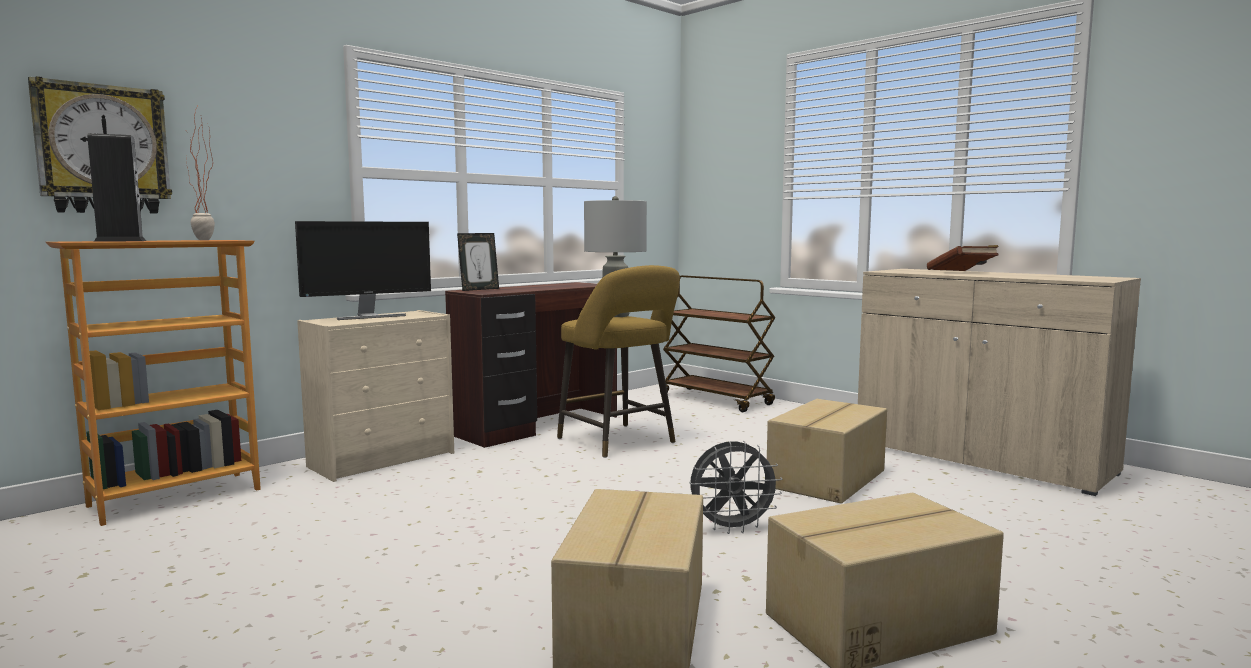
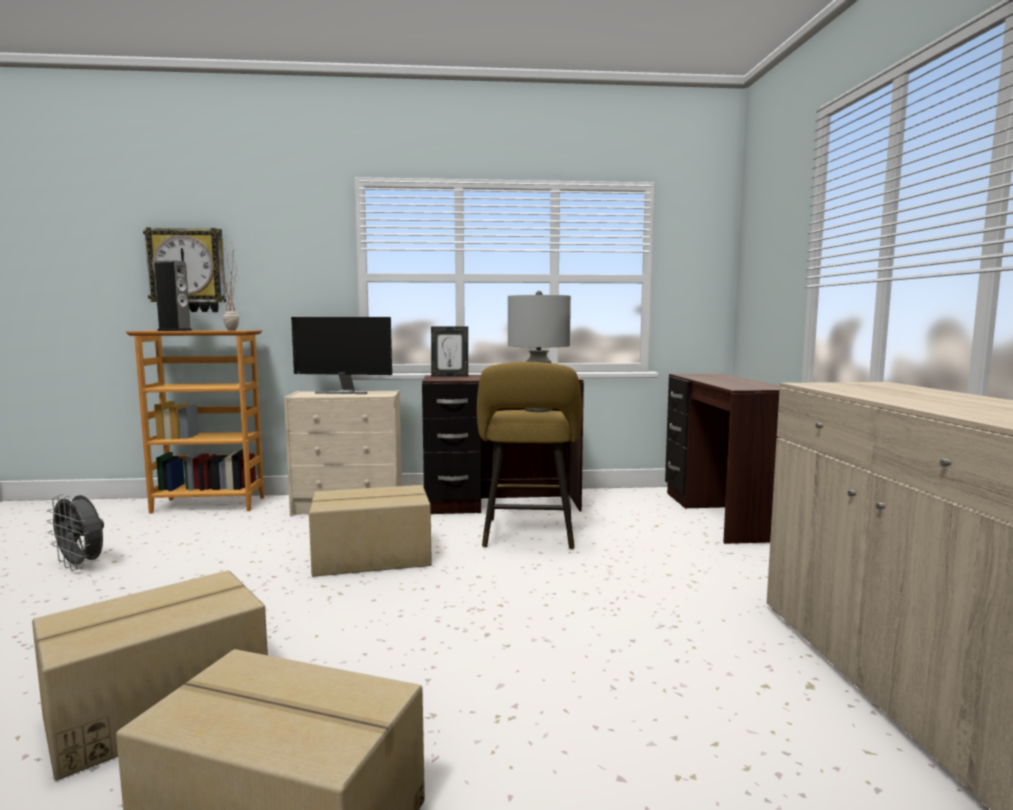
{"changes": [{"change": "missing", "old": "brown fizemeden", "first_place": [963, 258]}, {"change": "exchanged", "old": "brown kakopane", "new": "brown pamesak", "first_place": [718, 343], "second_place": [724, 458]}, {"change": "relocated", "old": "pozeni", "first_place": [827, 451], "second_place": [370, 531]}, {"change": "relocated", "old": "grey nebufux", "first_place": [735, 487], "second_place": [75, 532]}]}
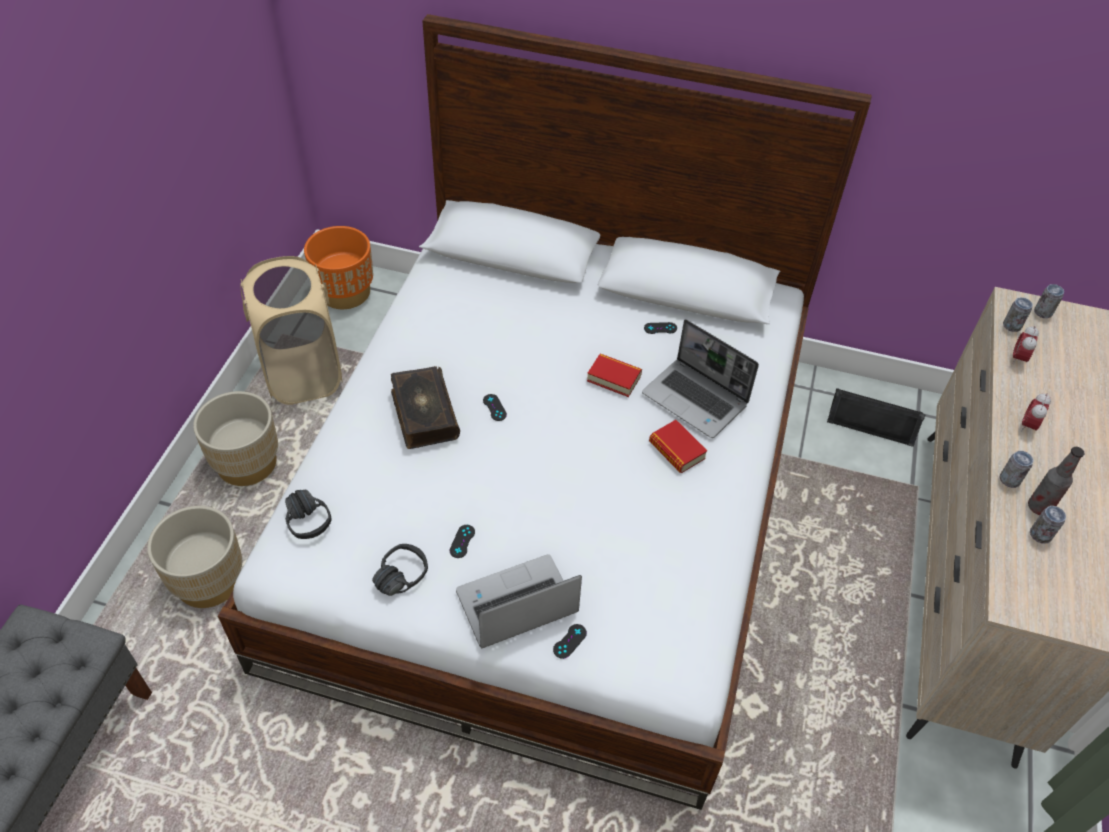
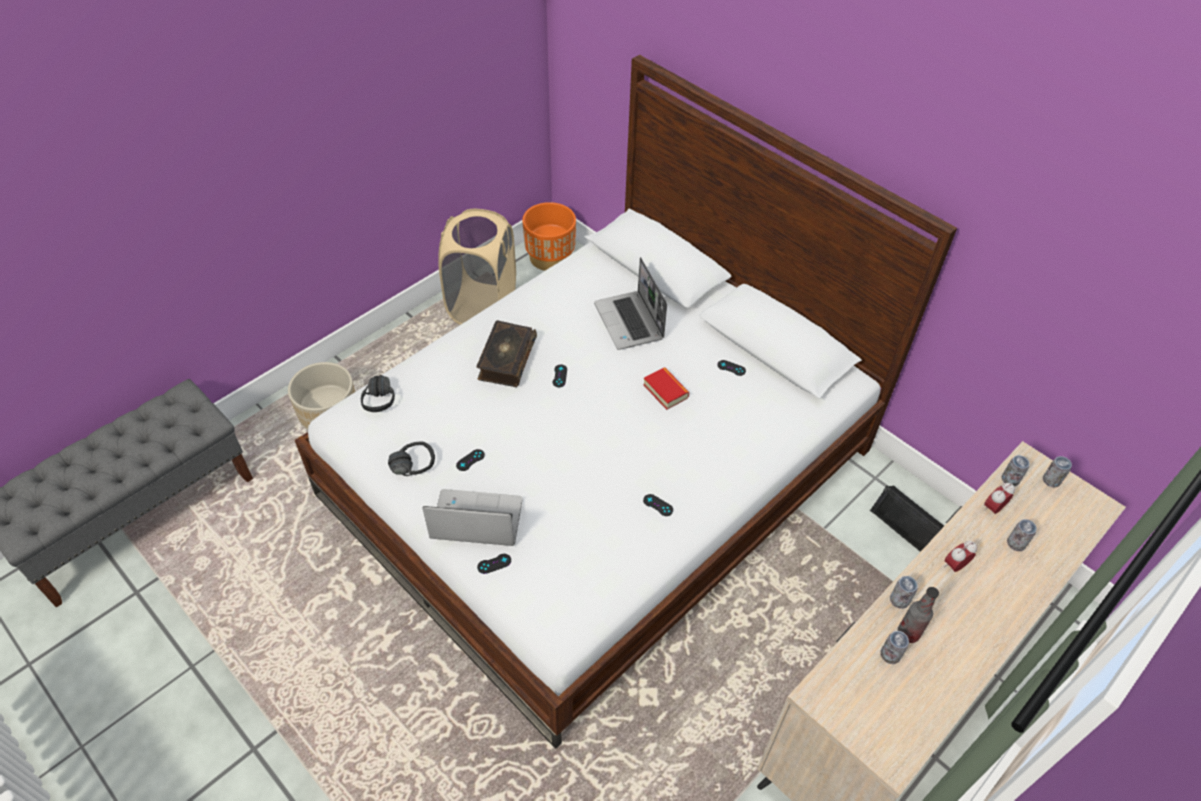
{"changes": [{"change": "relocated", "old": "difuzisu", "first_place": [700, 378], "second_place": [630, 303]}, {"change": "missing", "old": "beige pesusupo", "first_place": [235, 438]}, {"change": "missing", "old": "fizemeden", "first_place": [678, 446]}, {"change": "appeared", "new": "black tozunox", "second_place": [658, 505]}, {"change": "appeared", "new": "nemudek", "second_place": [1022, 535]}]}
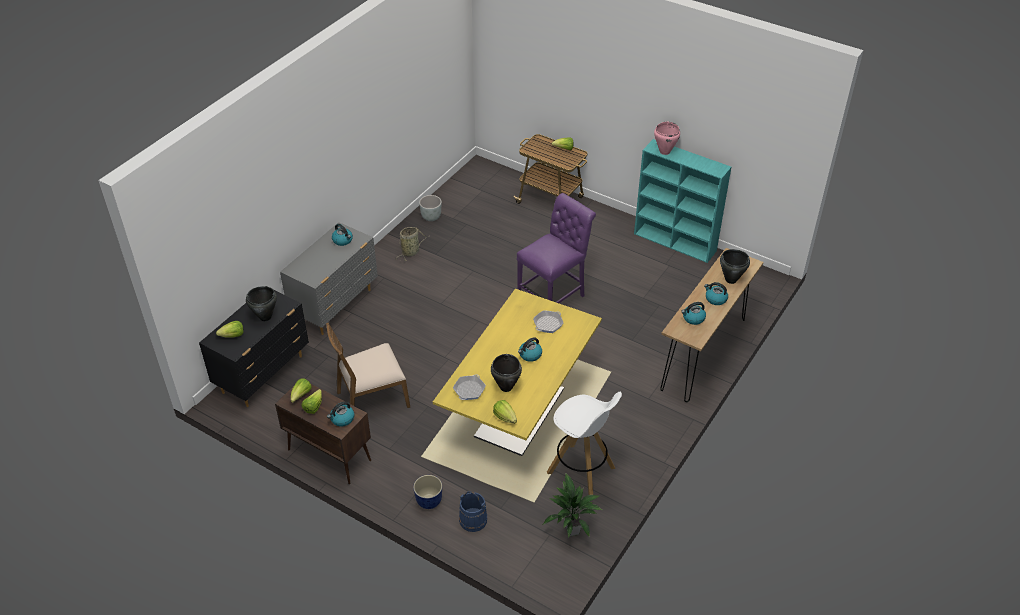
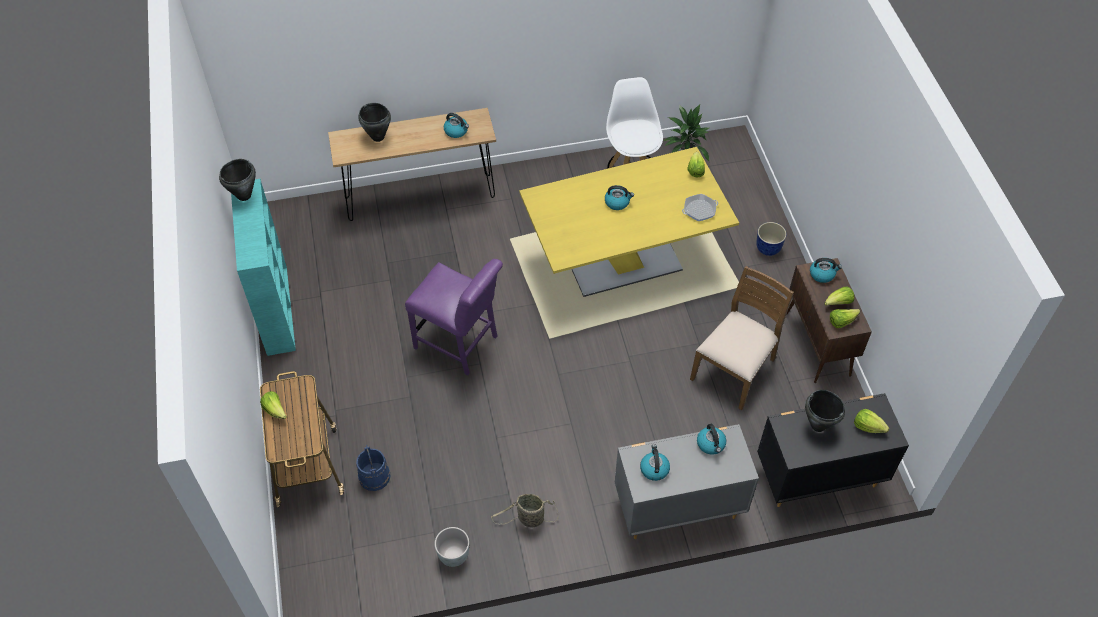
{"changes": [{"change": "missing", "old": "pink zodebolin", "first_place": [667, 138]}, {"change": "spun", "old": "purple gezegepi", "first_place": [556, 248], "second_place": [454, 317], "degrees": -150}, {"change": "relocated", "old": "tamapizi", "first_place": [716, 293], "second_place": [711, 439]}, {"change": "missing", "old": "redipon", "first_place": [548, 321]}, {"change": "spun", "old": "brown gezegepi", "first_place": [368, 365], "second_place": [742, 338], "degrees": -75}, {"change": "relocated", "old": "black zodebolin", "first_place": [506, 373], "second_place": [237, 180]}, {"change": "relocated", "old": "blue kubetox", "first_place": [473, 511], "second_place": [373, 468]}]}
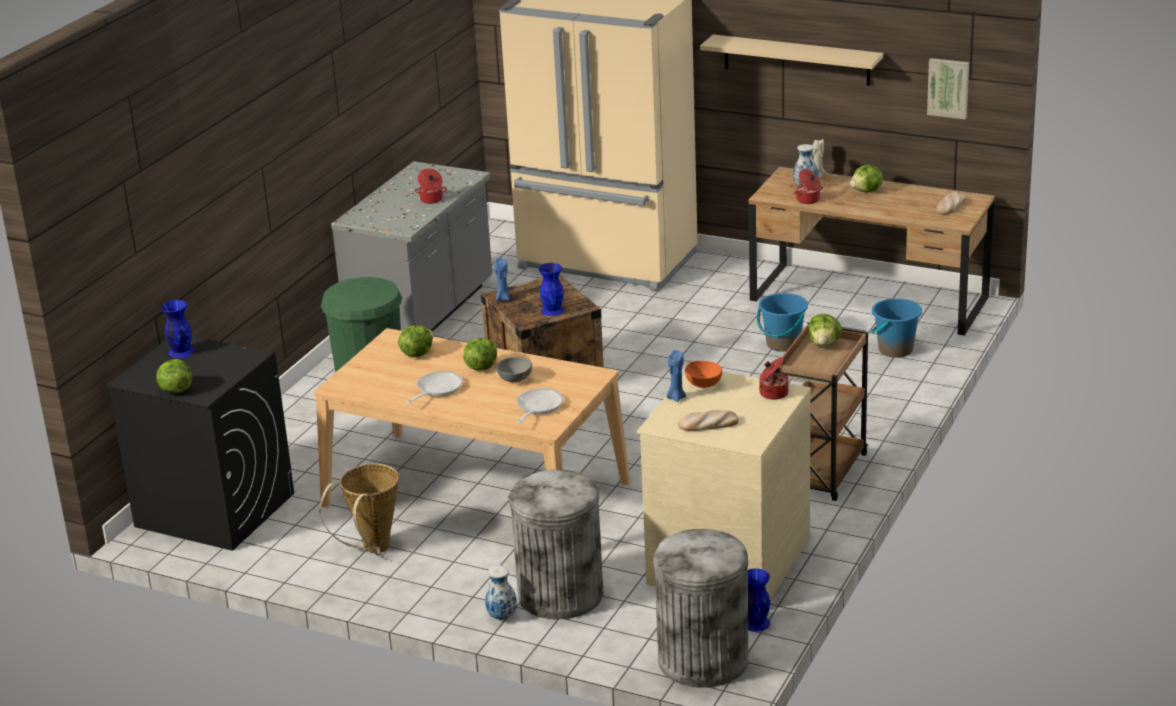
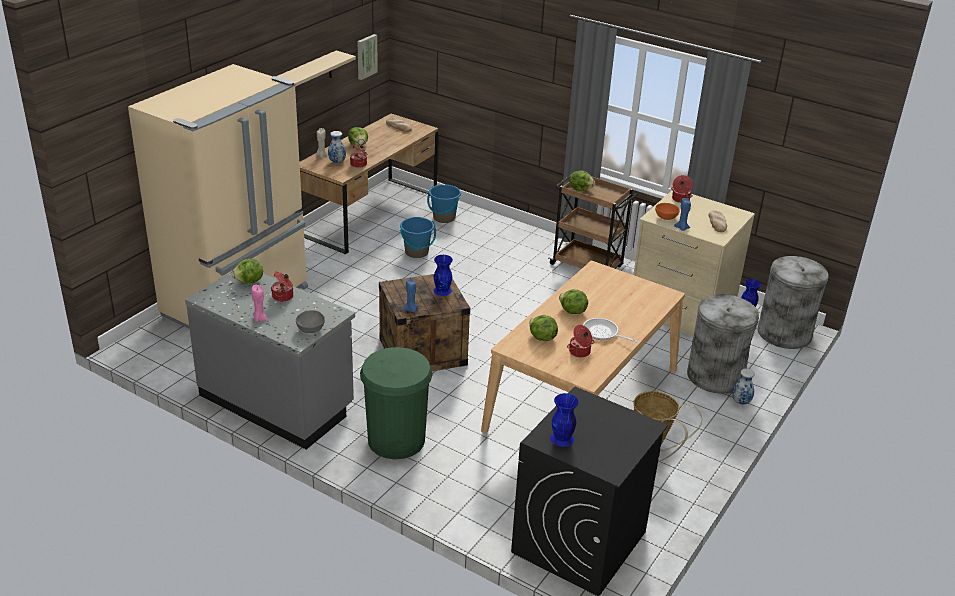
{"changes": [{"change": "relocated", "old": "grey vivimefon", "first_place": [514, 369], "second_place": [310, 321]}, {"change": "relocated", "old": "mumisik", "first_place": [174, 376], "second_place": [247, 271]}, {"change": "missing", "old": "redipon", "first_place": [540, 406]}, {"change": "appeared", "new": "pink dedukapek", "second_place": [260, 303]}, {"change": "appeared", "new": "zodebolin", "second_place": [580, 341]}]}
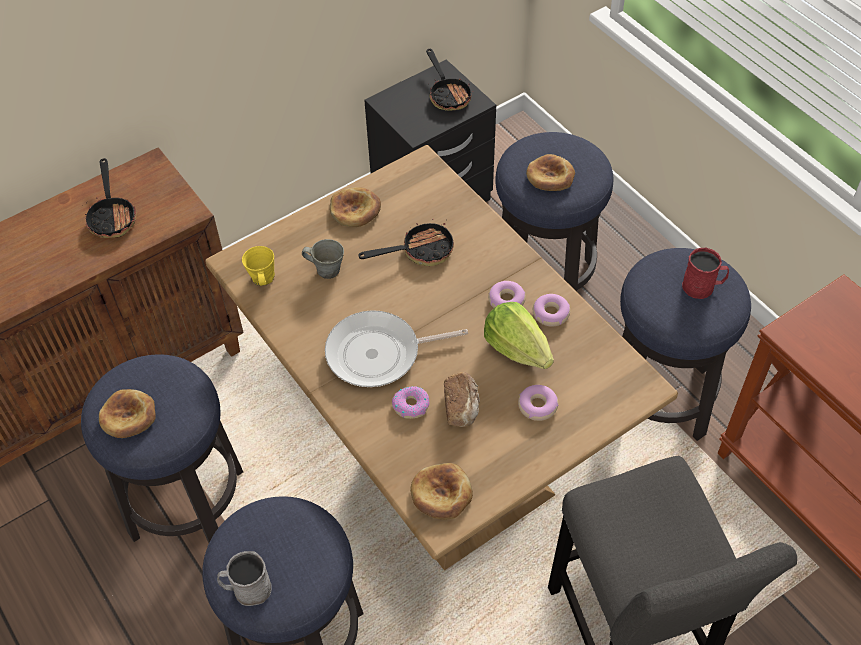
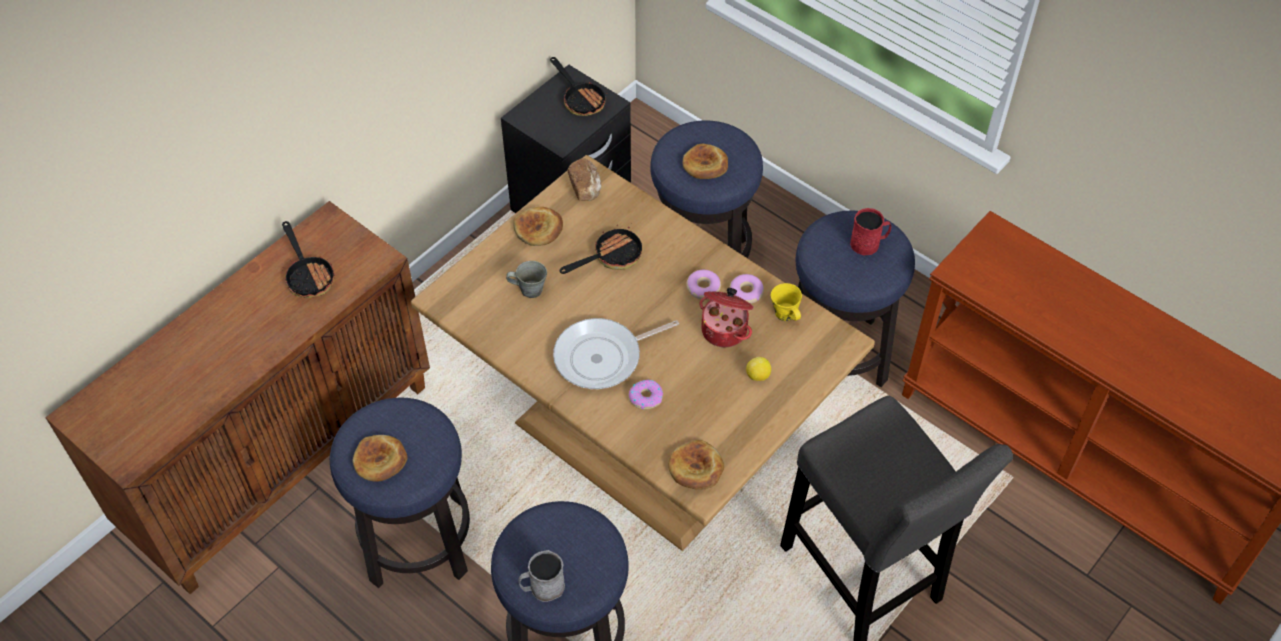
{"changes": [{"change": "relocated", "old": "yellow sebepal", "first_place": [258, 266], "second_place": [786, 302]}, {"change": "exchanged", "old": "mumisik", "new": "zodebolin", "first_place": [519, 335], "second_place": [726, 317]}, {"change": "relocated", "old": "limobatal", "first_place": [462, 399], "second_place": [584, 179]}, {"change": "exchanged", "old": "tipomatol", "new": "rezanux", "first_place": [538, 403], "second_place": [758, 369]}]}
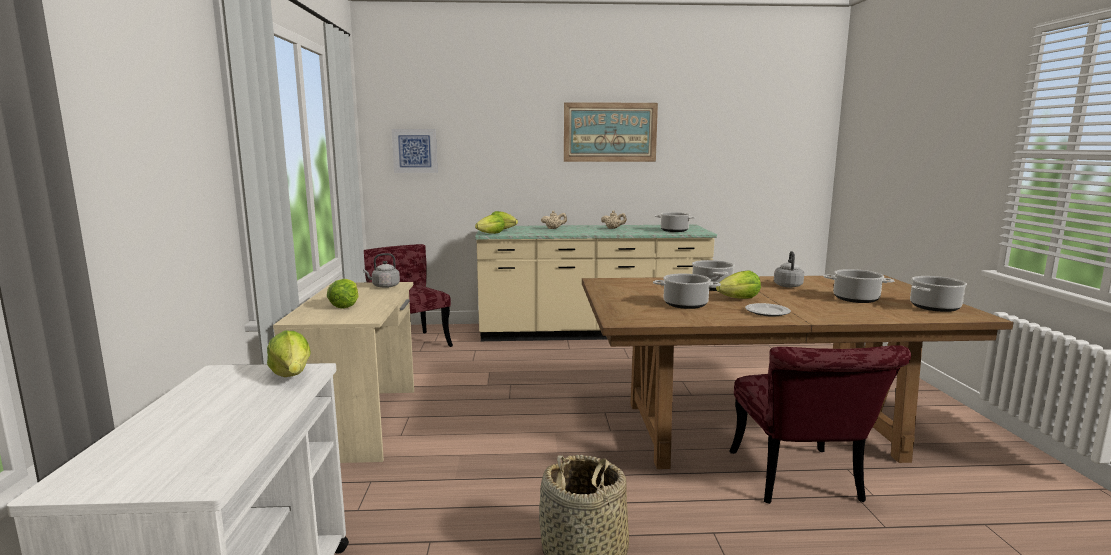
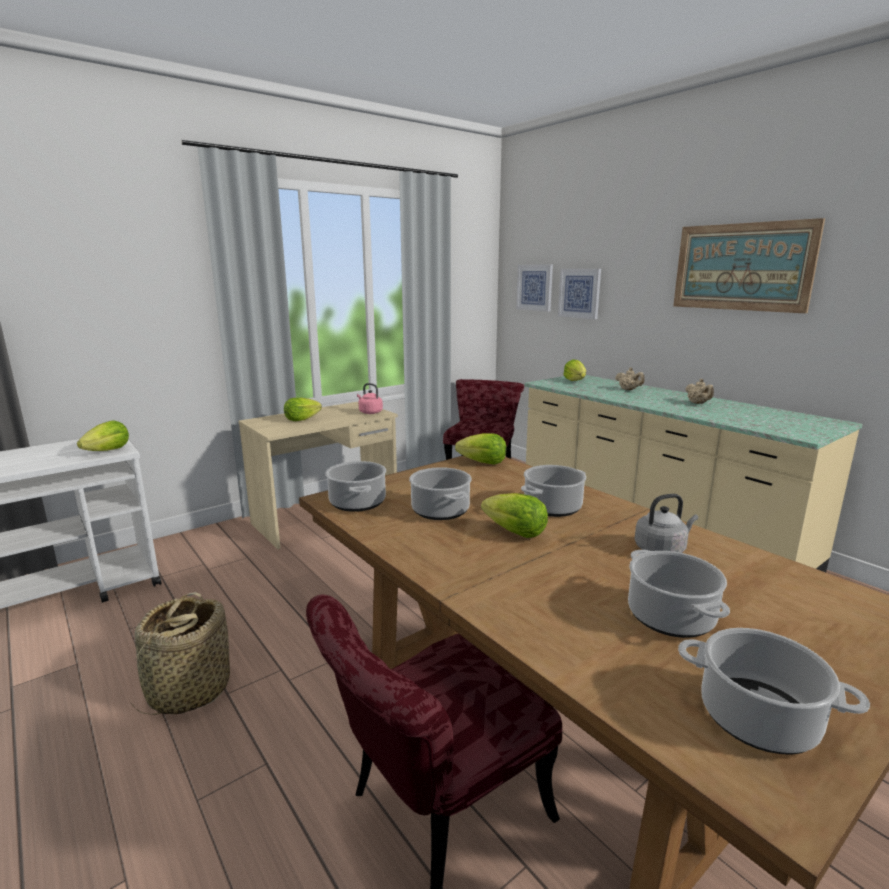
{"changes": [{"change": "relocated", "old": "zodebolin", "first_place": [675, 222], "second_place": [355, 486]}, {"change": "relocated", "old": "mumisik", "first_place": [490, 224], "second_place": [481, 449]}, {"change": "colour", "old": "grey tamapizi", "new": "pink tamapizi", "first_place": [381, 270], "second_place": [370, 398]}, {"change": "missing", "old": "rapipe", "first_place": [768, 310]}, {"change": "appeared", "new": "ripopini", "second_place": [579, 294]}]}
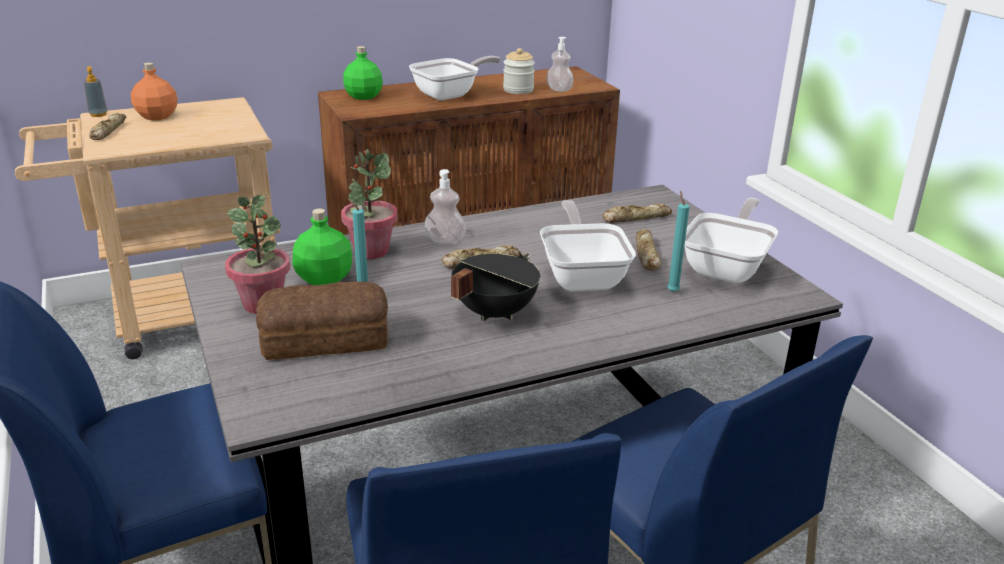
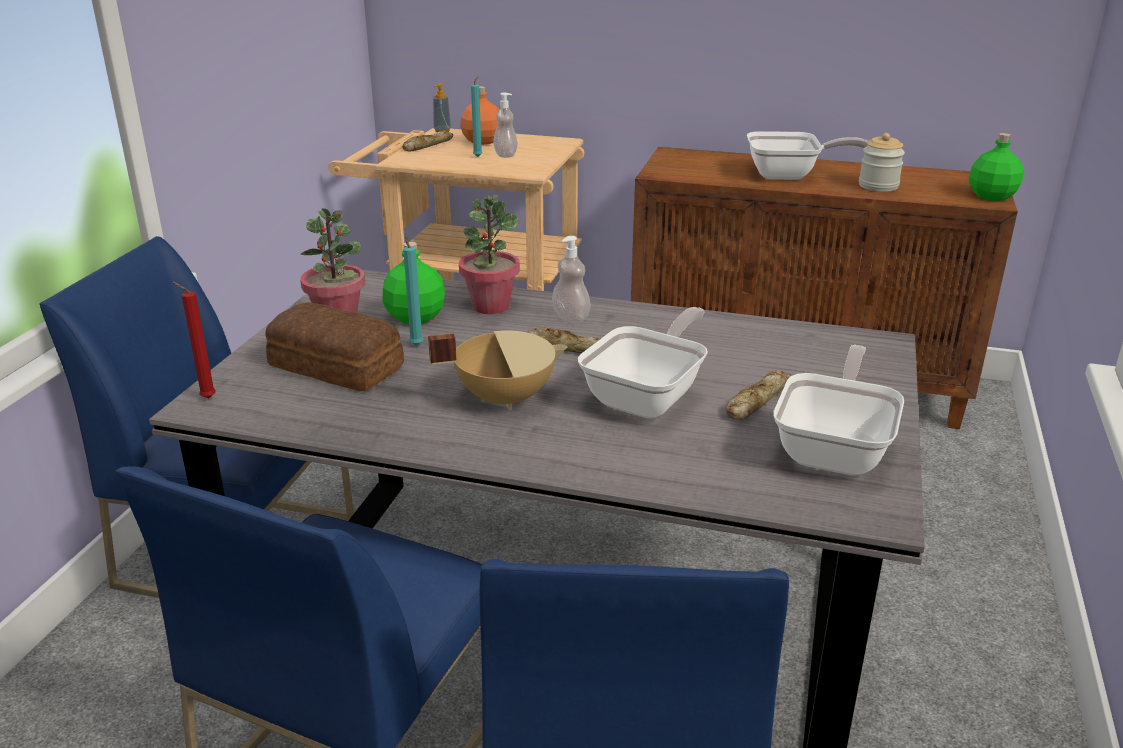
{"changes": [{"change": "relocated", "old": "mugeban", "first_place": [560, 64], "second_place": [505, 125]}, {"change": "relocated", "old": "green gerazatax", "first_place": [363, 73], "second_place": [996, 167]}, {"change": "relocated", "old": "turquoise dedukapek", "first_place": [678, 241], "second_place": [476, 116]}, {"change": "spun", "old": "redipon", "first_place": [731, 240], "second_place": [838, 410], "degrees": -45}, {"change": "missing", "old": "limobatal", "first_place": [637, 213]}, {"change": "colour", "old": "black zodebolin", "new": "beige zodebolin", "first_place": [495, 287], "second_place": [498, 370]}, {"change": "appeared", "new": "red dedukapek", "second_place": [194, 340]}]}
